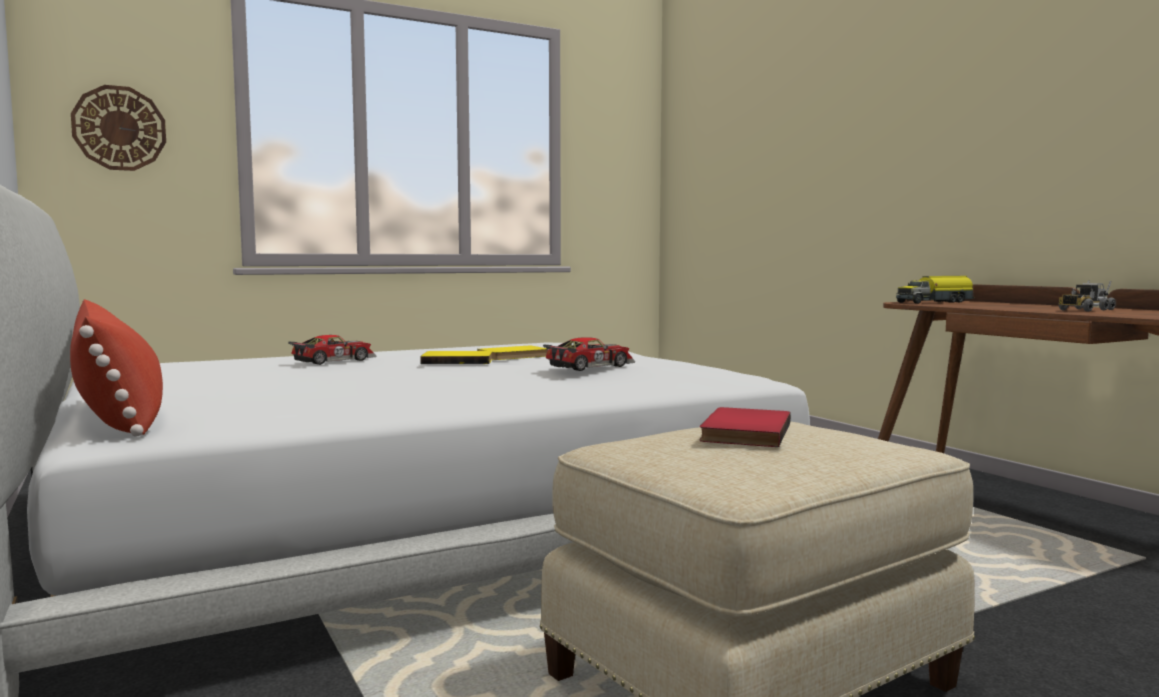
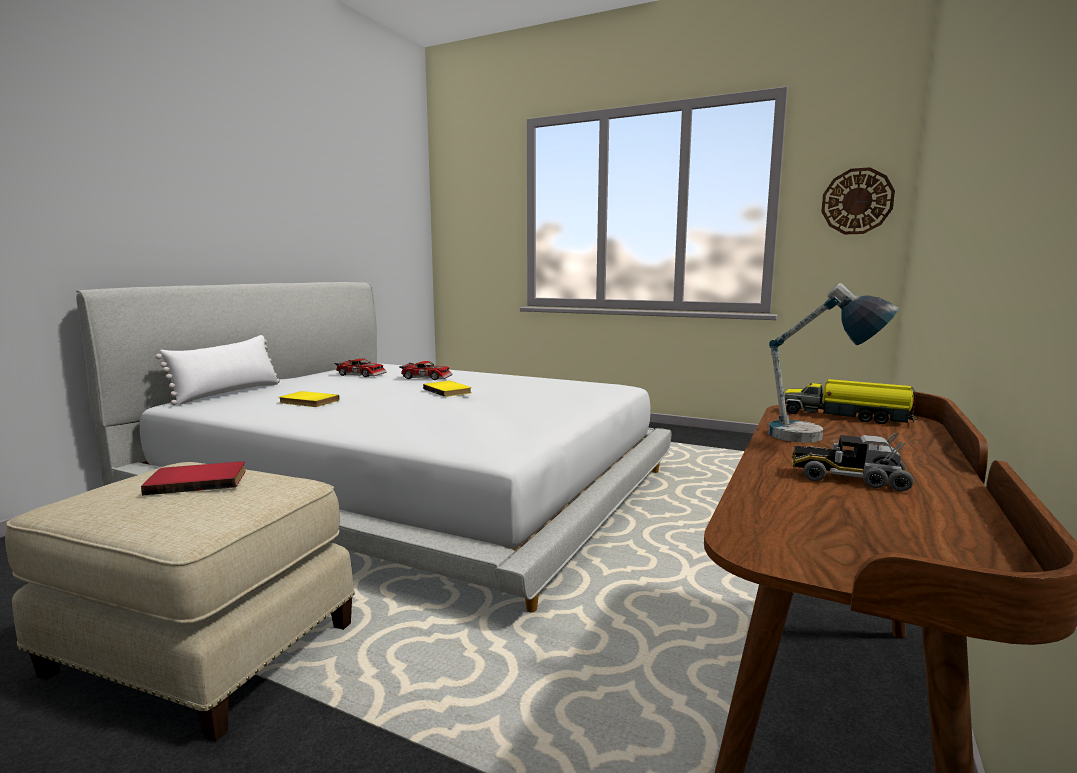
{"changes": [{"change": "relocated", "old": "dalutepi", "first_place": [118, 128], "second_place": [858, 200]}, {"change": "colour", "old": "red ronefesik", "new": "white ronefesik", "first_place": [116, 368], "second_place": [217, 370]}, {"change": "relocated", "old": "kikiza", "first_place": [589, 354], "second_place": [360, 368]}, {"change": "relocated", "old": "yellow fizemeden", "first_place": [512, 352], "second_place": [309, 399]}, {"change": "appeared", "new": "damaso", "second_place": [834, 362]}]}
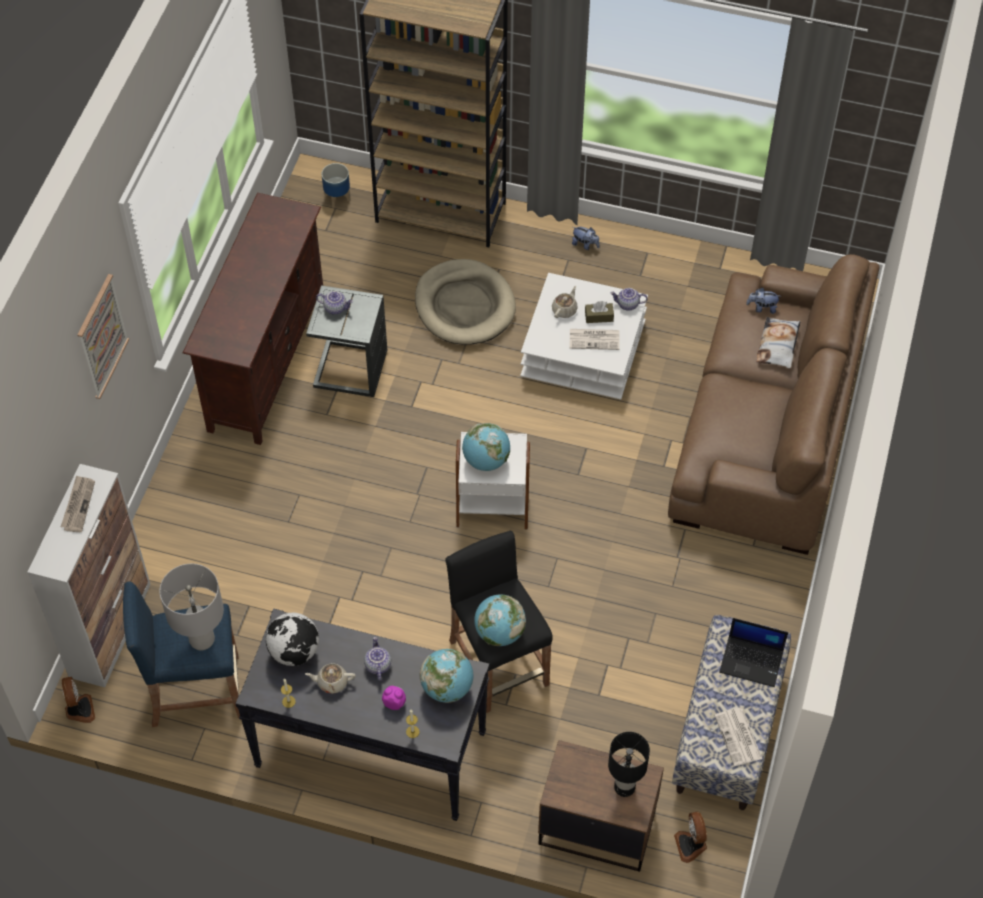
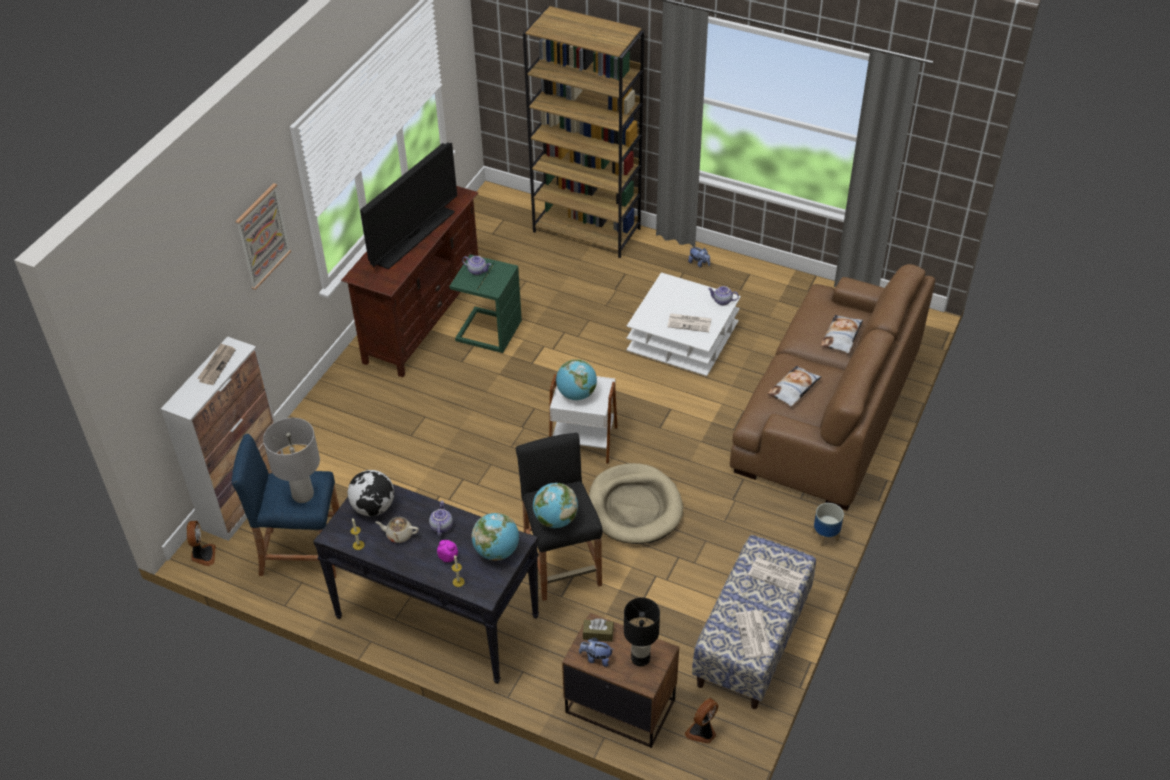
{"changes": [{"change": "relocated", "old": "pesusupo", "first_place": [336, 185], "second_place": [828, 524]}, {"change": "relocated", "old": "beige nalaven", "first_place": [465, 302], "second_place": [636, 503]}, {"change": "colour", "old": "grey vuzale", "new": "green vuzale", "first_place": [346, 341], "second_place": [485, 303]}, {"change": "missing", "old": "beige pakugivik", "first_place": [565, 302]}, {"change": "relocated", "old": "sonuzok", "first_place": [763, 301], "second_place": [596, 652]}, {"change": "relocated", "old": "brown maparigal", "first_place": [599, 312], "second_place": [598, 630]}, {"change": "exchanged", "old": "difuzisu", "new": "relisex", "first_place": [753, 652], "second_place": [776, 575]}, {"change": "spun", "old": "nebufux", "first_place": [690, 837], "second_place": [701, 721], "degrees": 45}, {"change": "appeared", "new": "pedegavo", "second_place": [408, 206]}, {"change": "appeared", "new": "ronefesik", "second_place": [794, 386]}]}
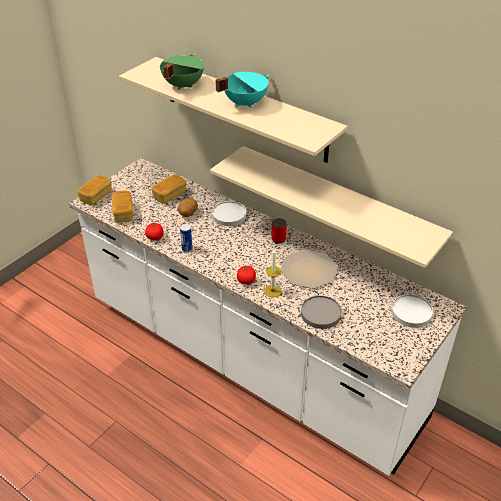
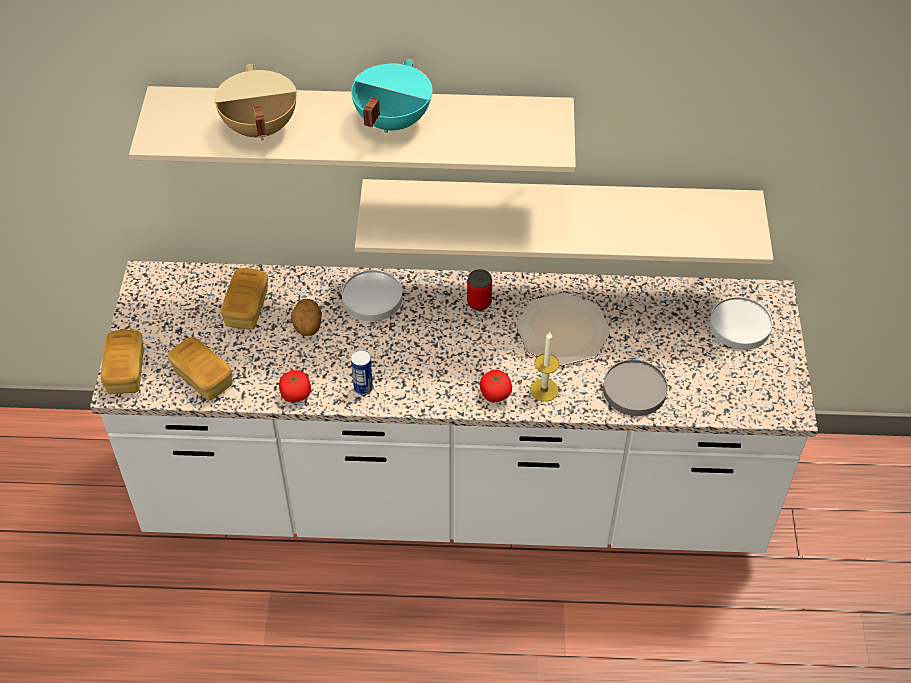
{"changes": [{"change": "colour", "old": "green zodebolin", "new": "beige zodebolin", "first_place": [182, 72], "second_place": [255, 102]}]}
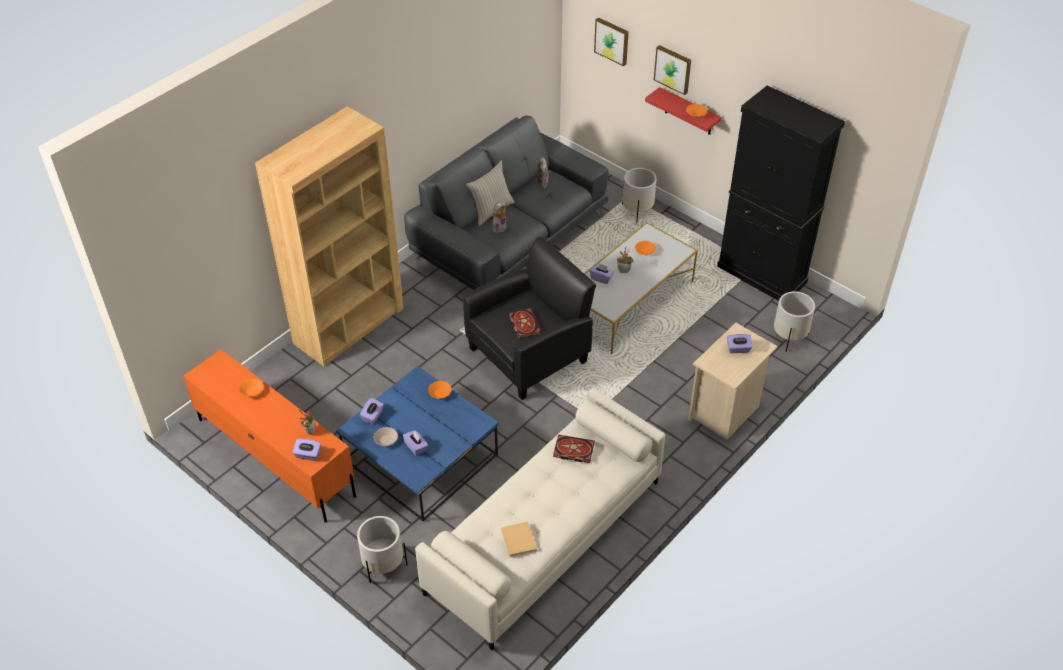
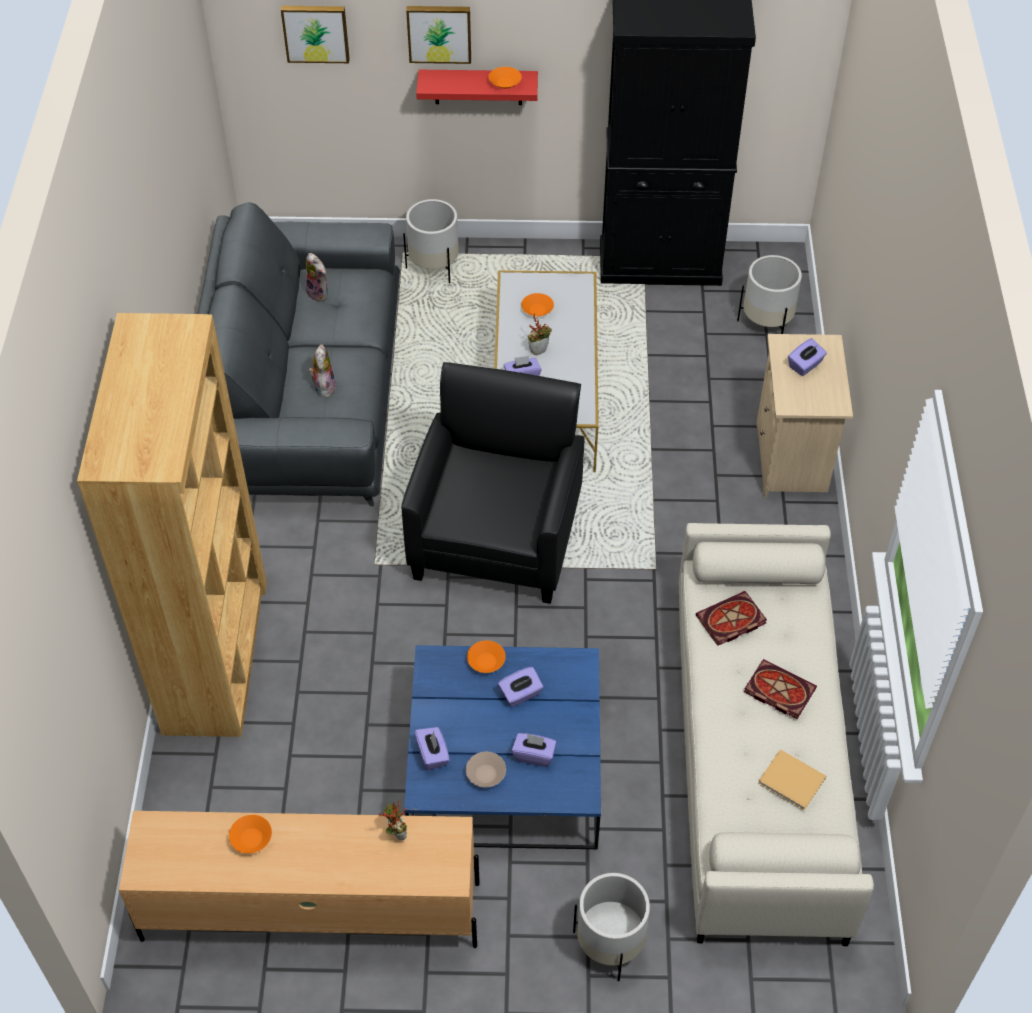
{"changes": [{"change": "missing", "old": "beige ronefesik", "first_place": [490, 193]}, {"change": "relocated", "old": "fizemeden", "first_place": [525, 323], "second_place": [780, 689]}, {"change": "colour", "old": "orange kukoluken", "new": "beige kukoluken", "first_place": [269, 436], "second_place": [299, 879]}, {"change": "relocated", "old": "purple maparigal", "first_place": [307, 450], "second_place": [520, 687]}]}
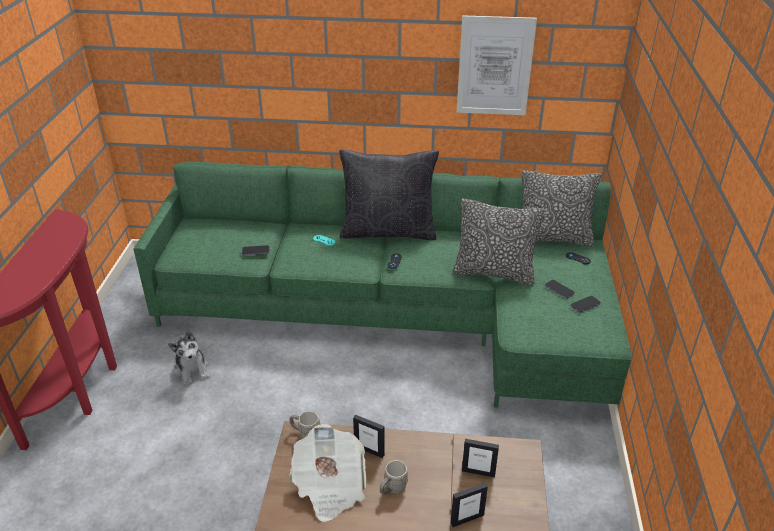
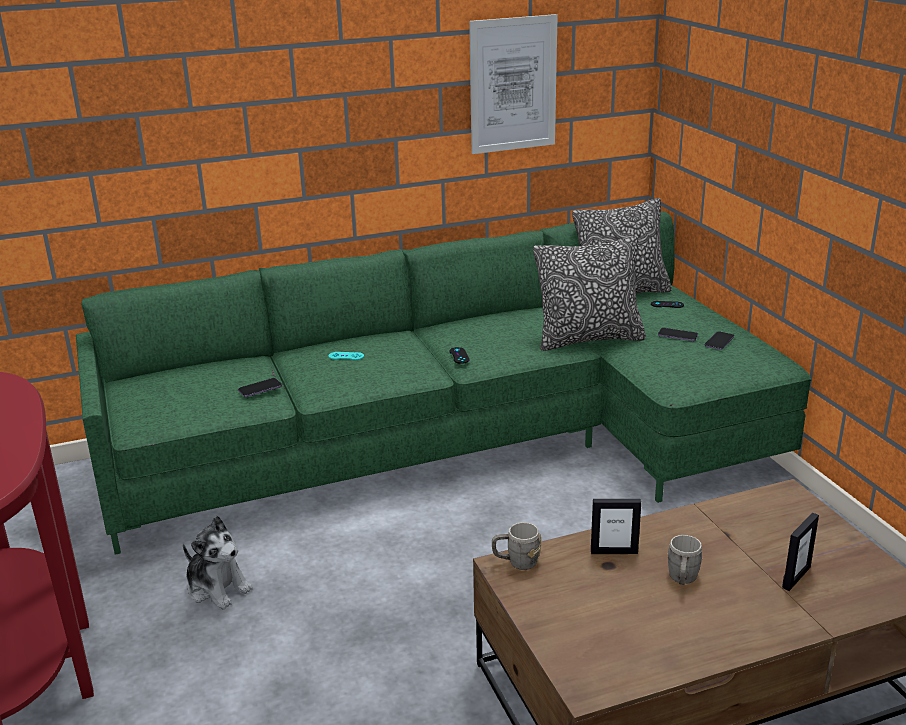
{"changes": [{"change": "missing", "old": "black ronefesik", "first_place": [389, 194]}, {"change": "missing", "old": "relisex", "first_place": [328, 473]}, {"change": "missing", "old": "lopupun", "first_place": [480, 458]}]}
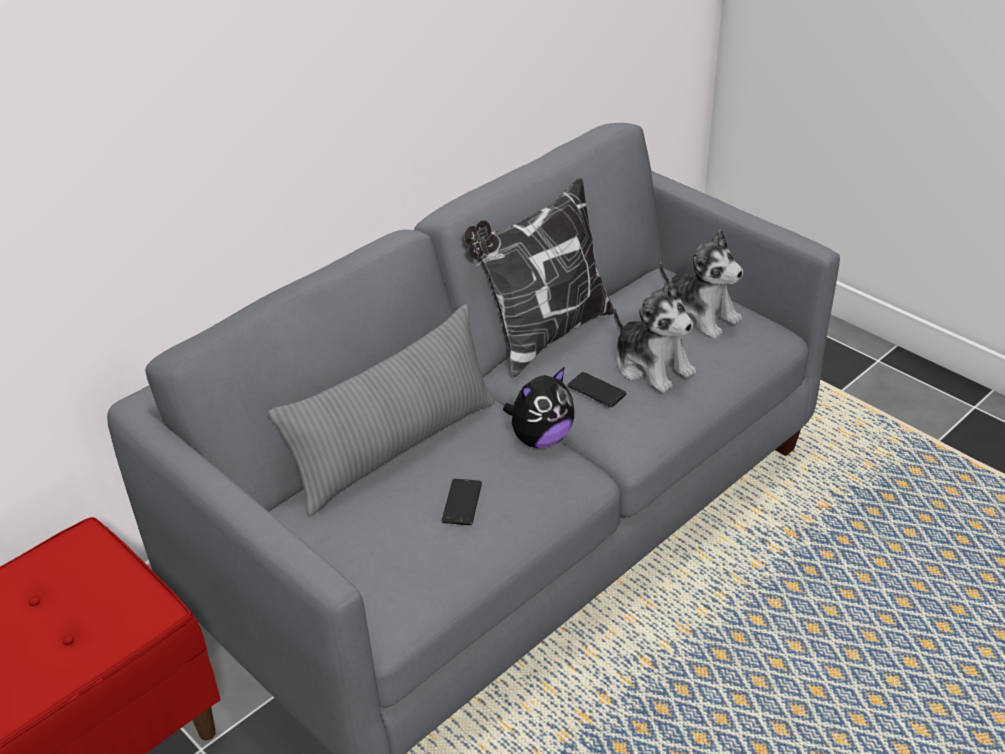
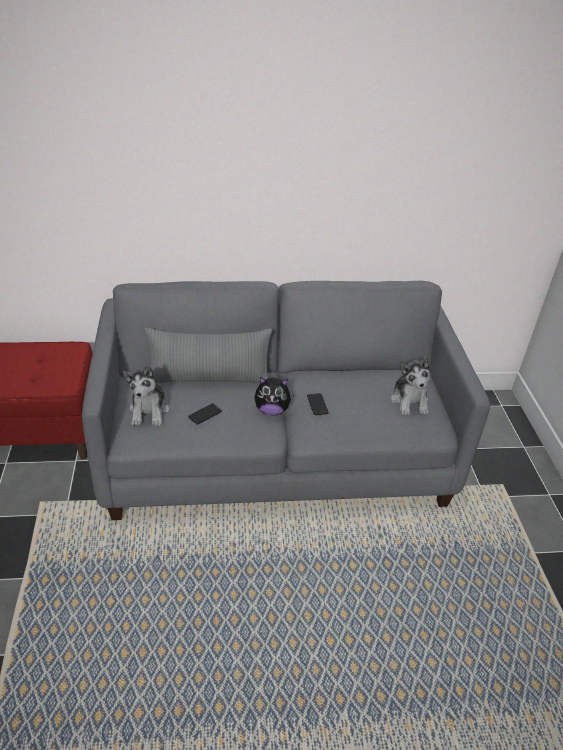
{"changes": [{"change": "missing", "old": "ronefesik", "first_place": [539, 277]}, {"change": "relocated", "old": "sonuzok", "first_place": [654, 336], "second_place": [146, 395]}]}
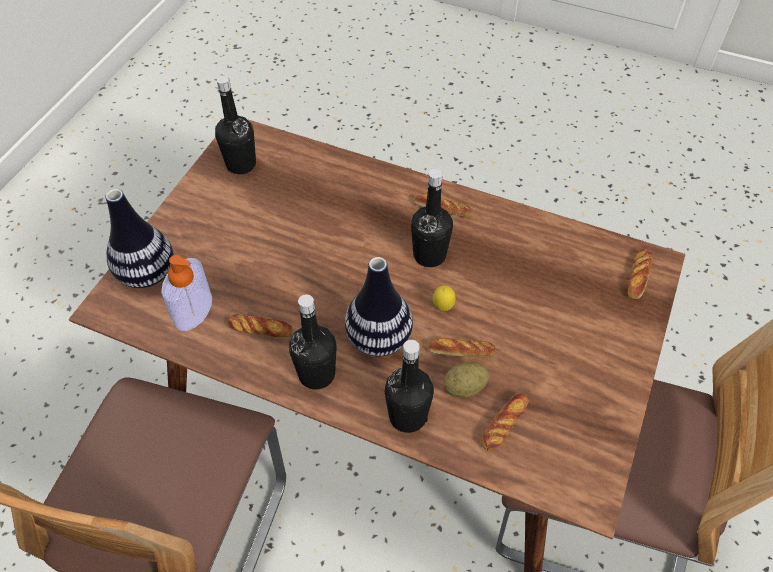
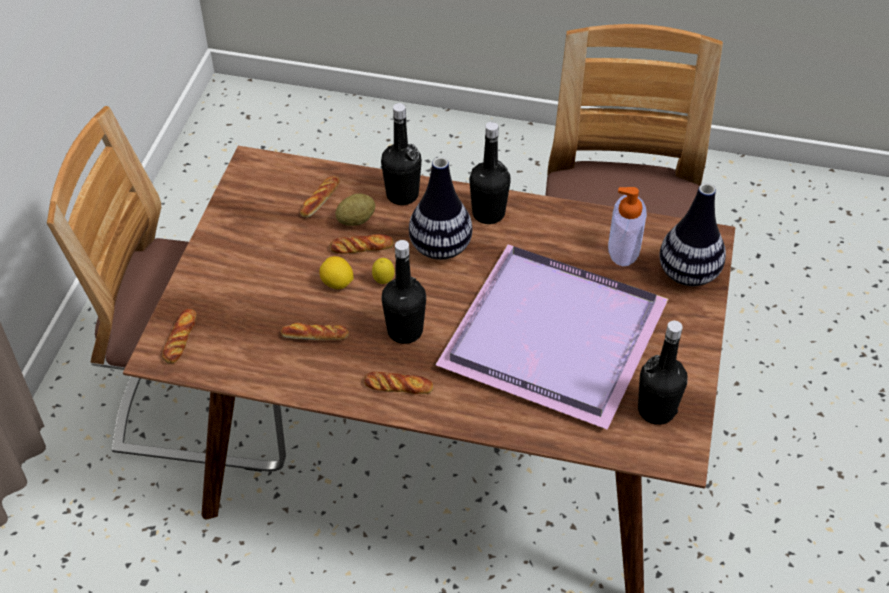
{"changes": [{"change": "relocated", "old": "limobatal", "first_place": [260, 325], "second_place": [315, 331]}, {"change": "appeared", "new": "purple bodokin", "second_place": [551, 337]}, {"change": "appeared", "new": "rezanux", "second_place": [336, 272]}]}
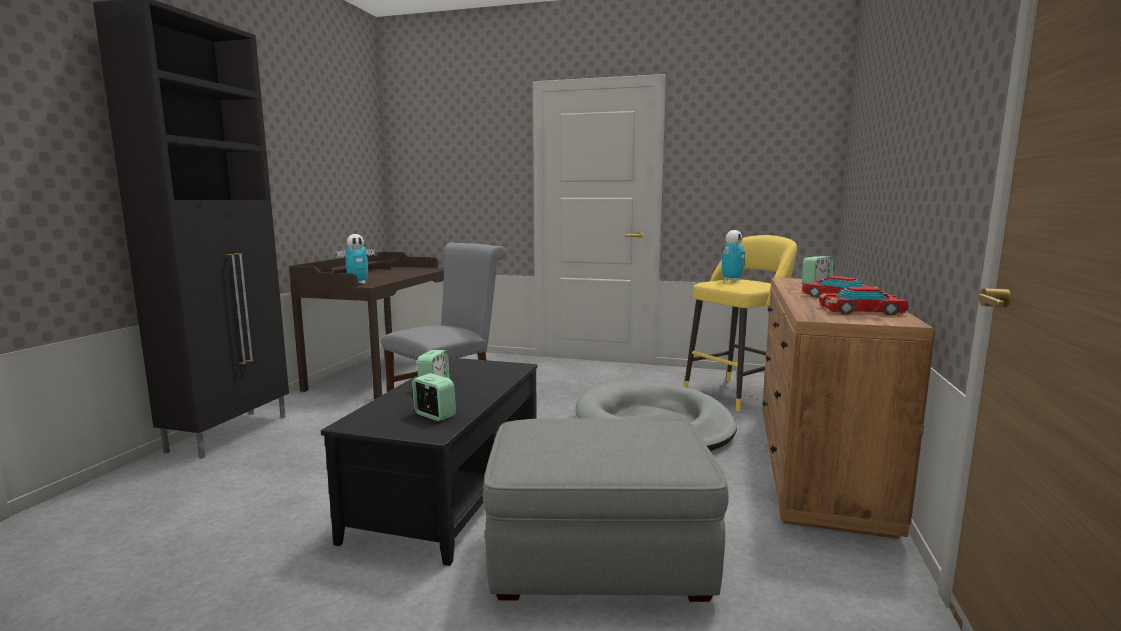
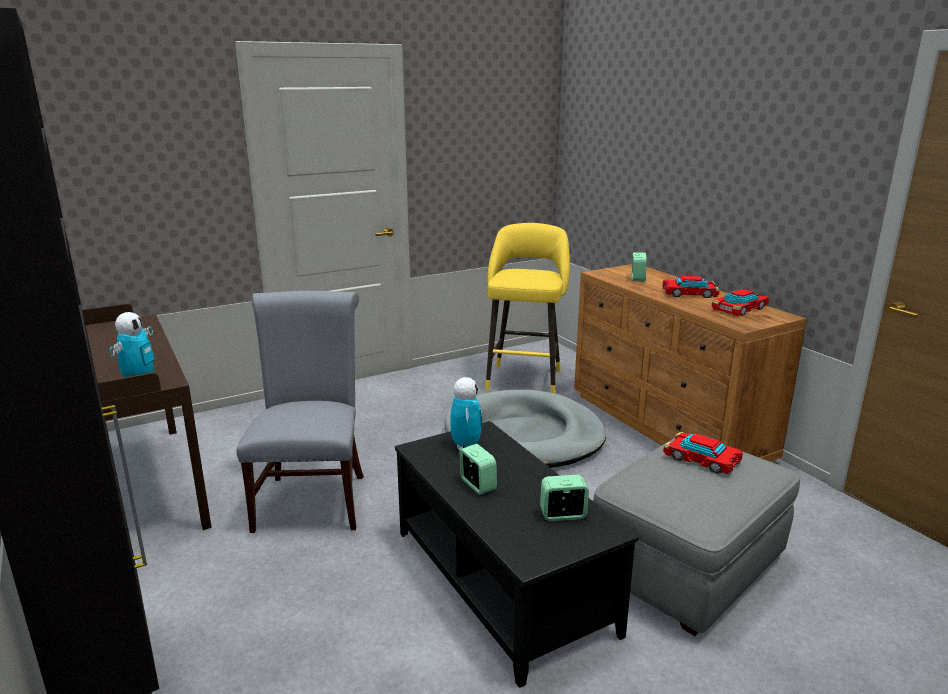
{"changes": [{"change": "relocated", "old": "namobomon", "first_place": [733, 256], "second_place": [466, 413]}, {"change": "appeared", "new": "kikiza", "second_place": [703, 453]}]}
